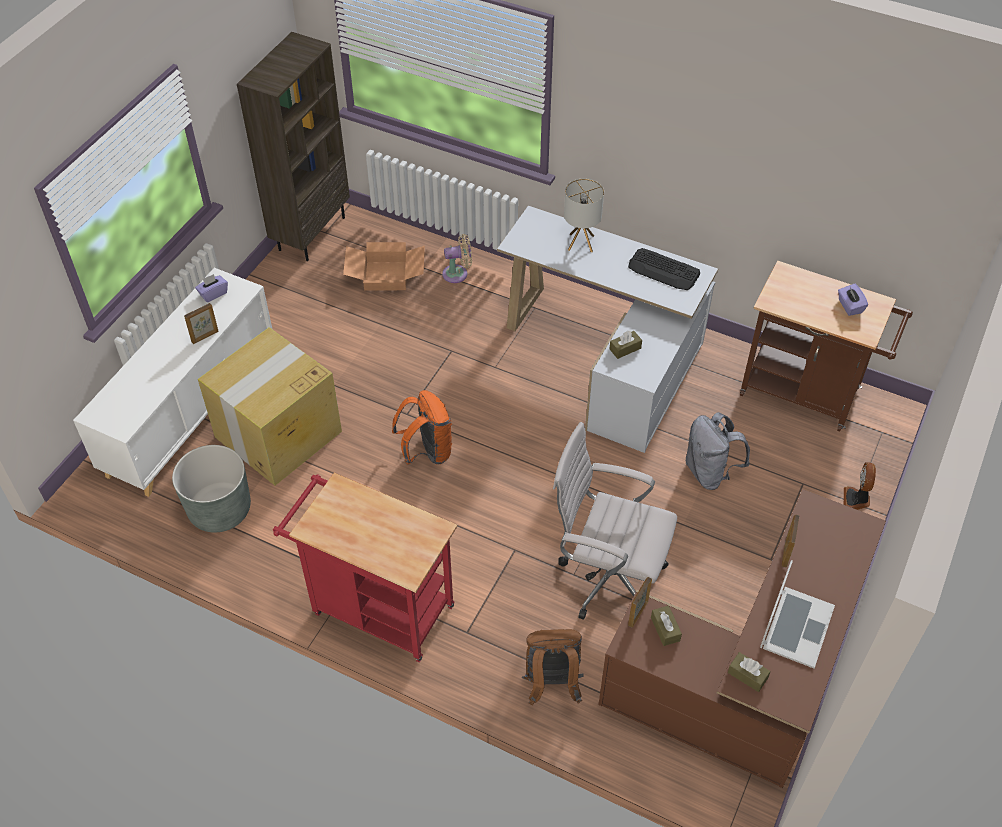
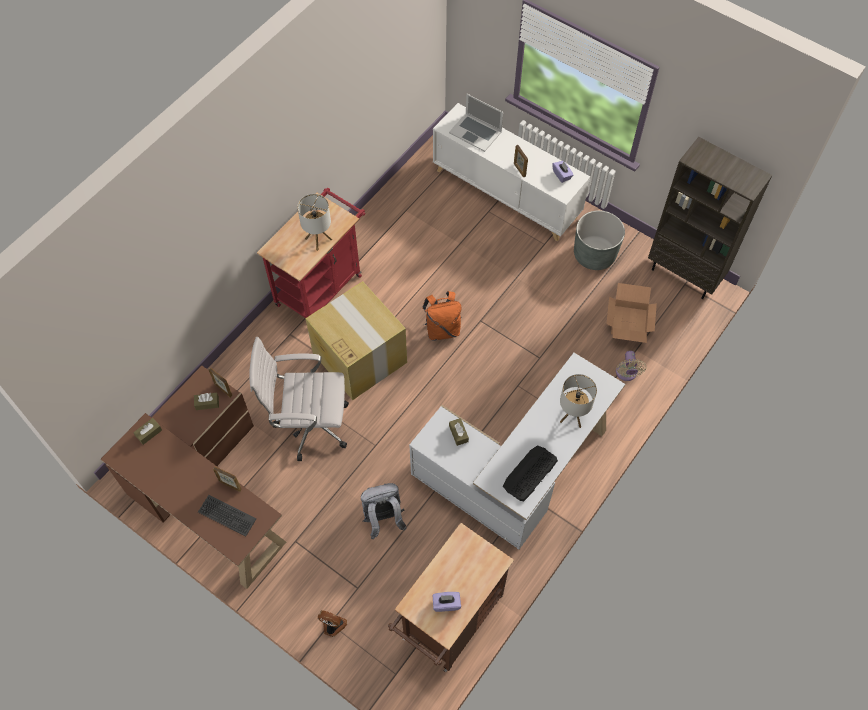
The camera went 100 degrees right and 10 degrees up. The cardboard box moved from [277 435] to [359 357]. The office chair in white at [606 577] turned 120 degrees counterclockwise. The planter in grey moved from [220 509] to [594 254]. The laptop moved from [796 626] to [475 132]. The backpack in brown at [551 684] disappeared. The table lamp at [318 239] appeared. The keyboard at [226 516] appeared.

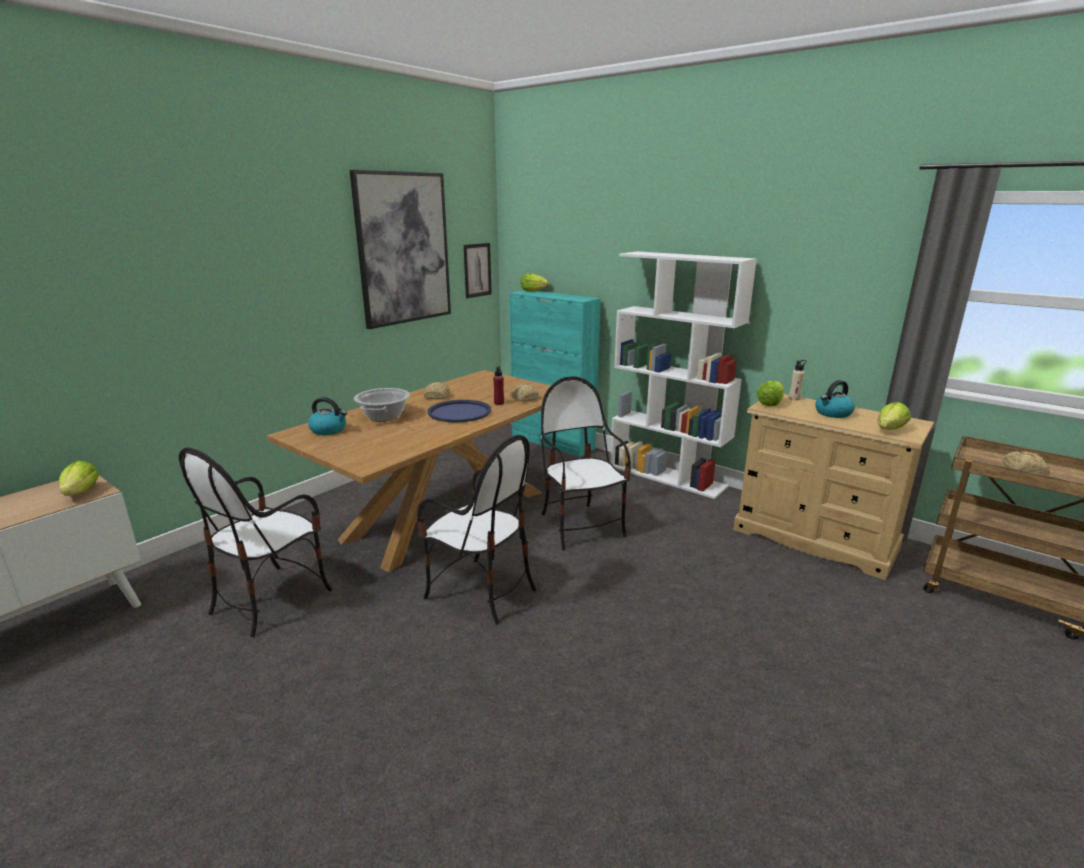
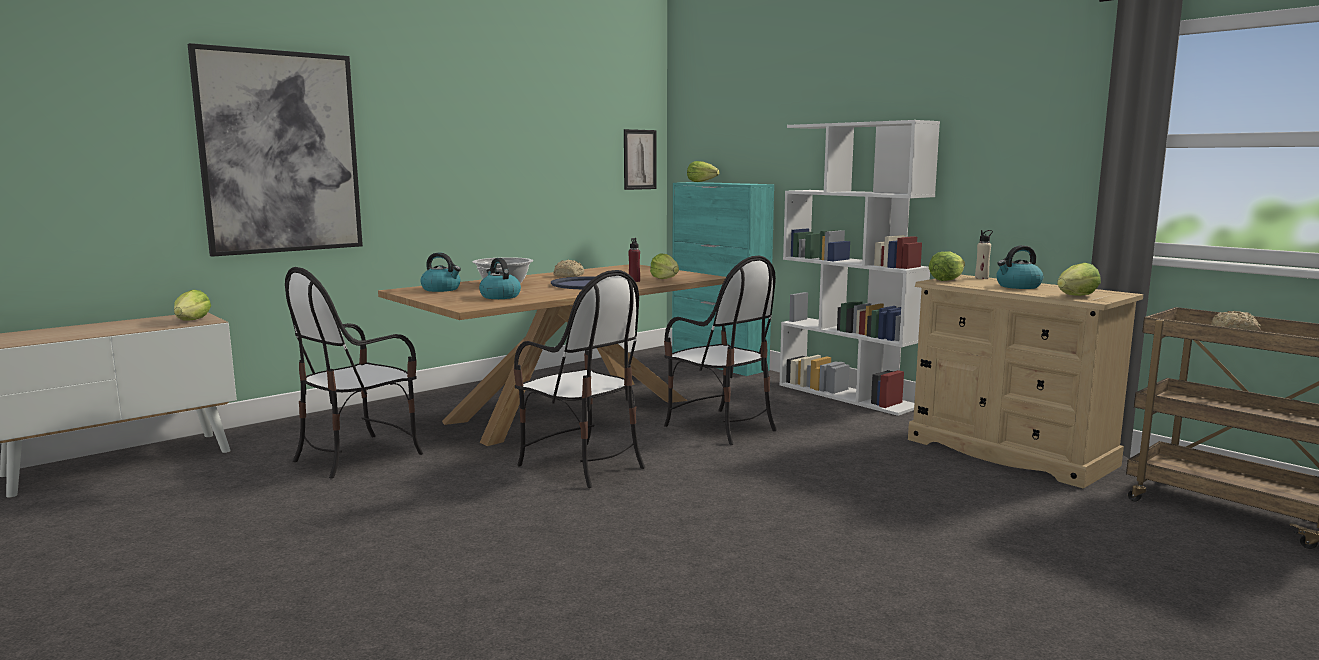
The camera went 10 degrees right and 10 degrees down. The picture moved from [403 249] to [280 152]. The chair at [581 526] turned 150 degrees clockwise. The bread at [524 398] was replaced by the lettuce at [665 279]. The kettle at [499 296] appeared.

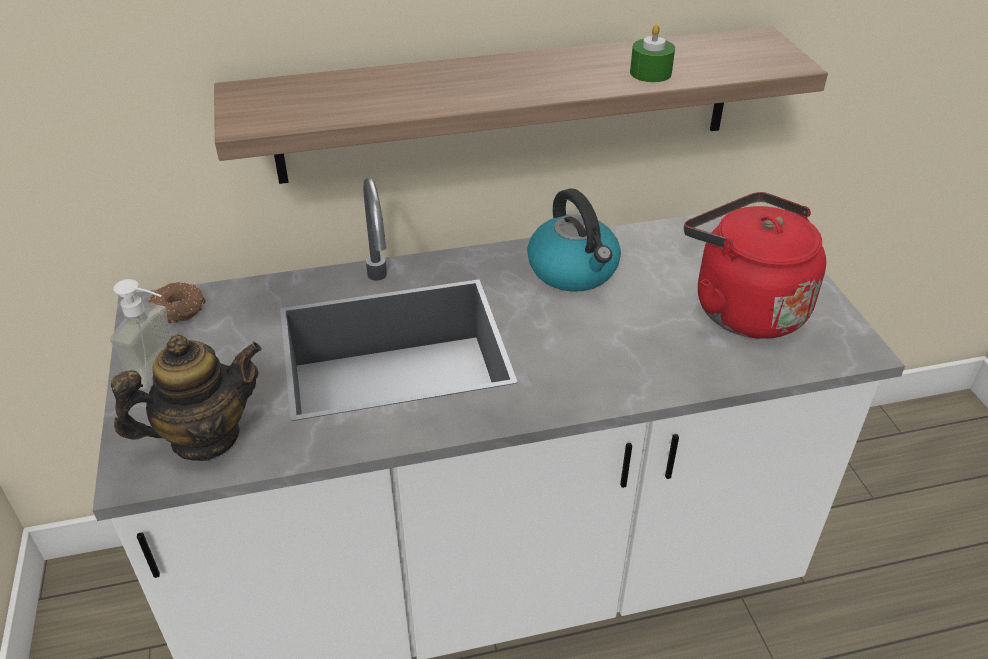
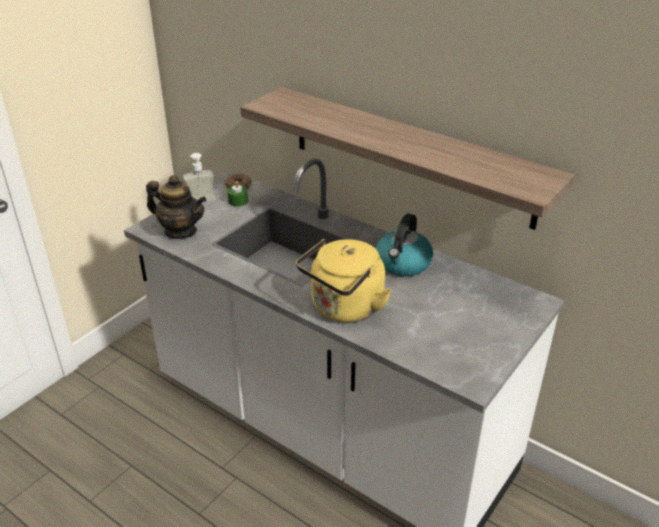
The camera went 50 degrees right and 5 degrees down. The candle in green moved from [650 73] to [238 201]. The kettle in red at [743 307] disappeared. The kettle in yellow at [344 308] appeared.

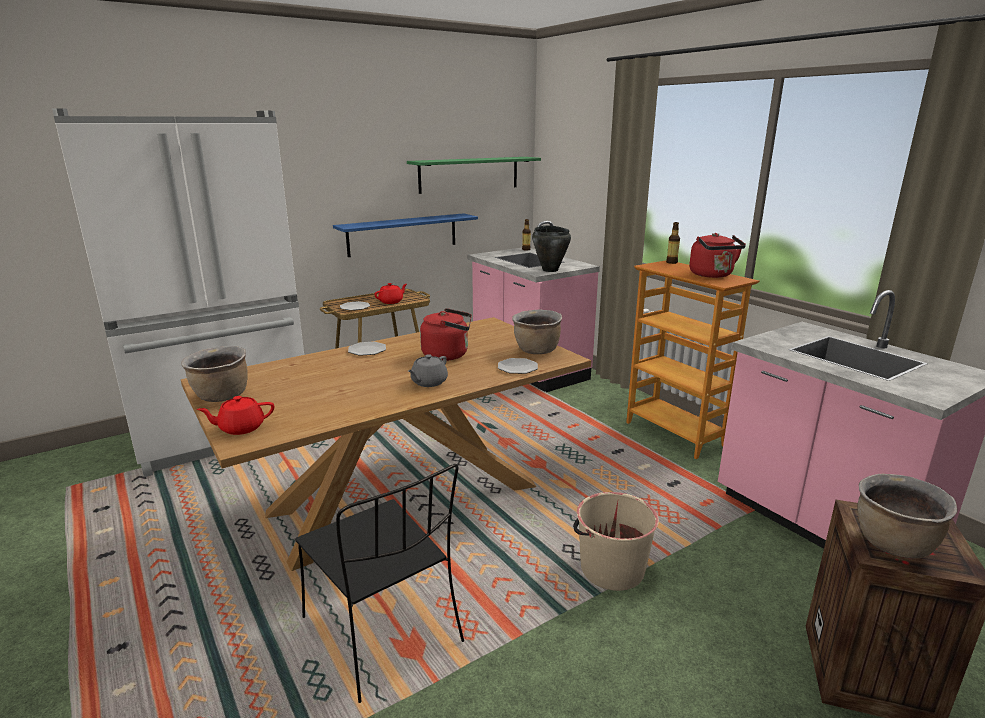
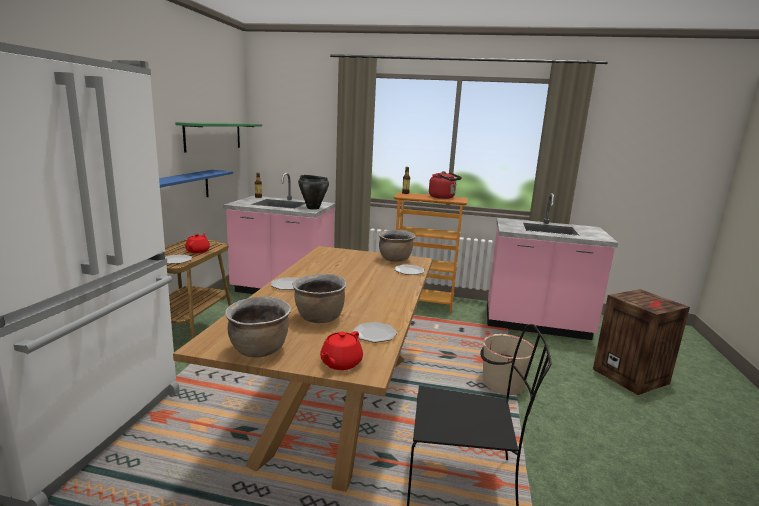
The camera went 45 degrees left and 5 degrees down. The kettle in red at [448 355] disappeared. The teapot in grey at [428 382] disappeared. The cooking pot in brown moved from [893 545] to [319 318]. The plate at [375 334] appeared.

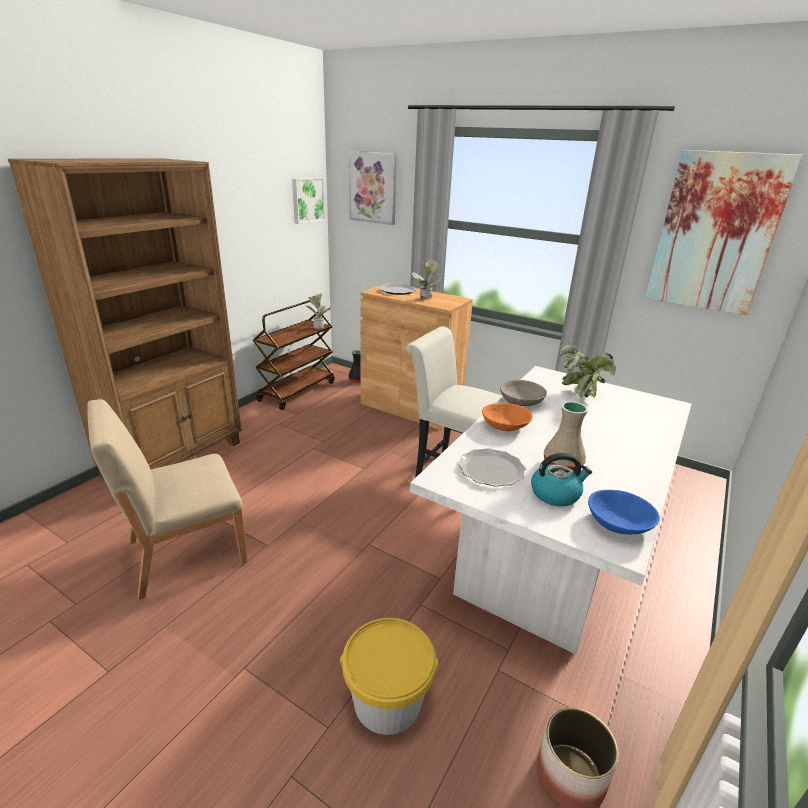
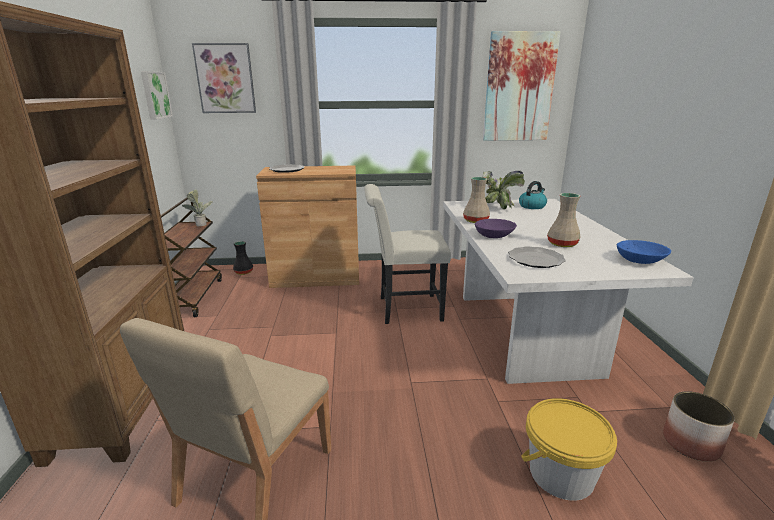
The camera went 35 degrees left and 5 degrees down. The potted plant at [425 299] disappeared. The bowl in grey at [521 401] was replaced by the vase in beige at [475 220]. The bowl in orange at [505 426] became the bowl in purple at [494 235]. The kettle moved from [556 494] to [532 206].

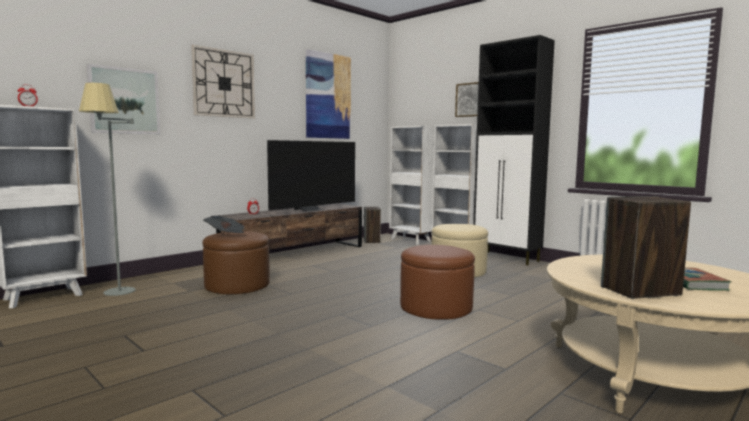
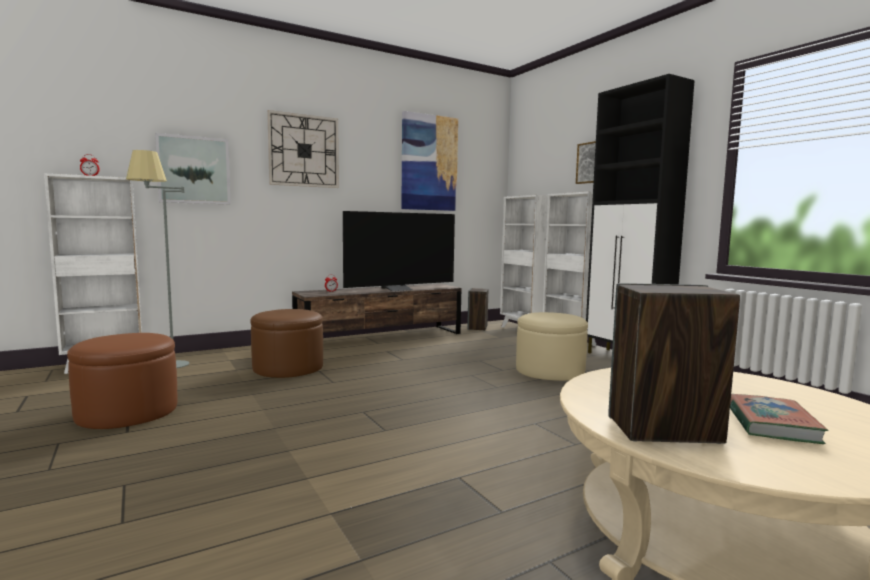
The camera went 15 degrees right and 0 degrees up. The newspaper at [226 236] disappeared. The ottoman in brown moved from [436 307] to [127 411].

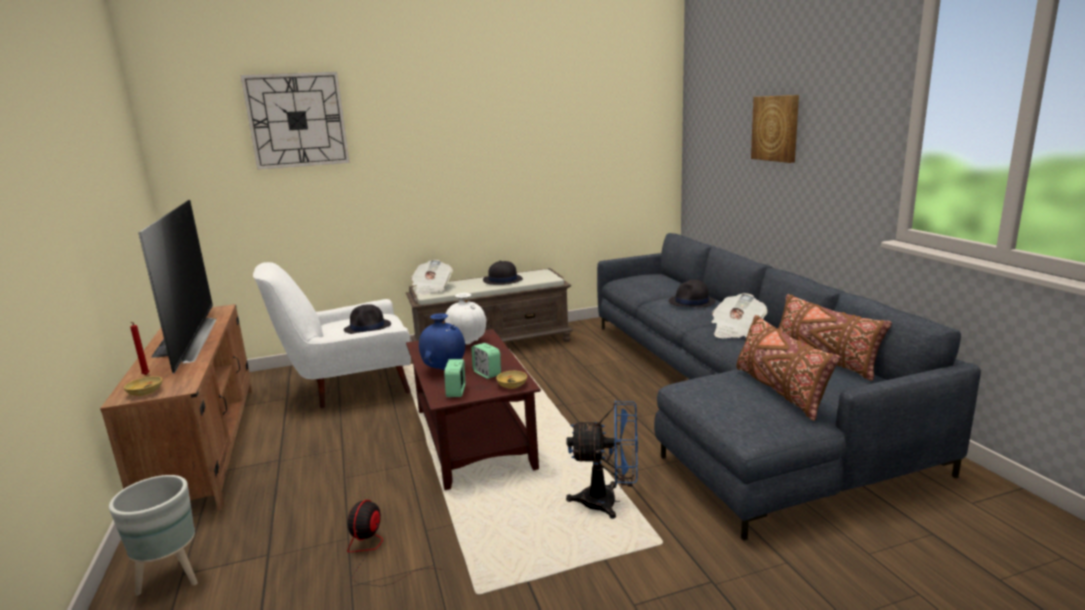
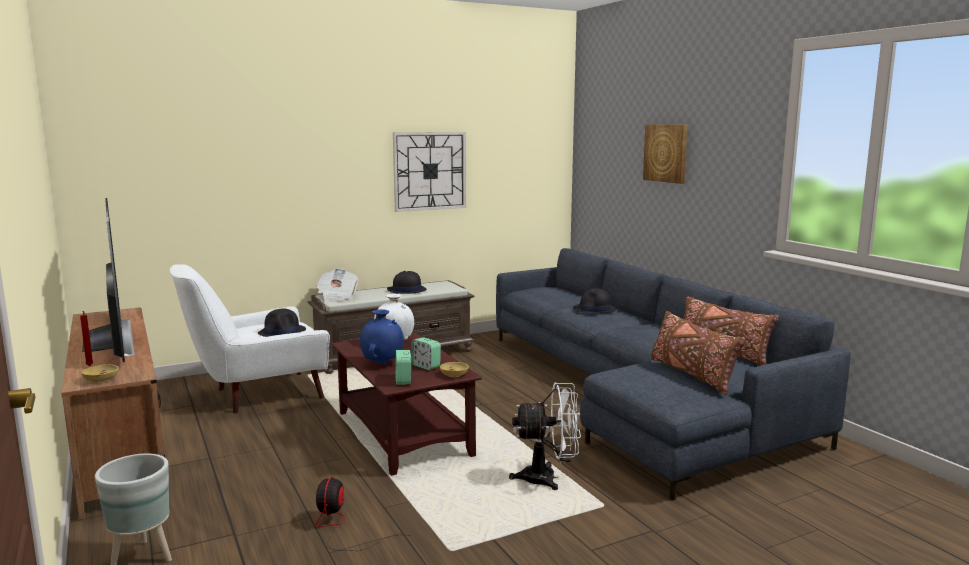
The camera went 10 degrees left and 5 degrees down. The wall clock moved from [297 120] to [429 171]. The newspaper at [736 331] disappeared. The fan in blue at [609 502] became the fan in white at [548 478].

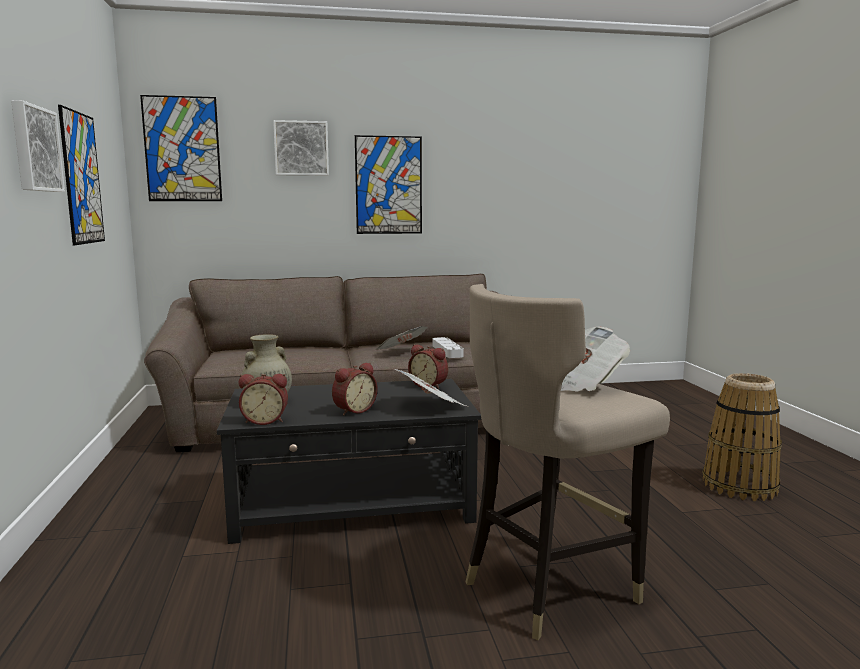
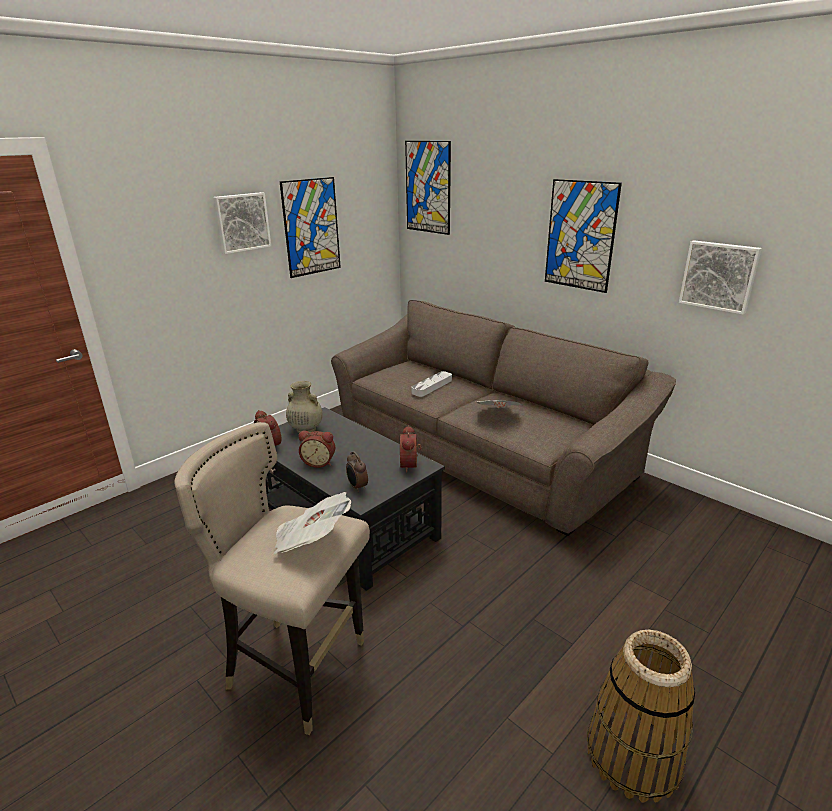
The camera went 55 degrees right and 15 degrees up. The picture moved from [301 148] to [719 276]. The tray in grey moved from [447 351] to [432 386]. The newspaper at [431 407] was replaced by the alarm clock at [357 487].

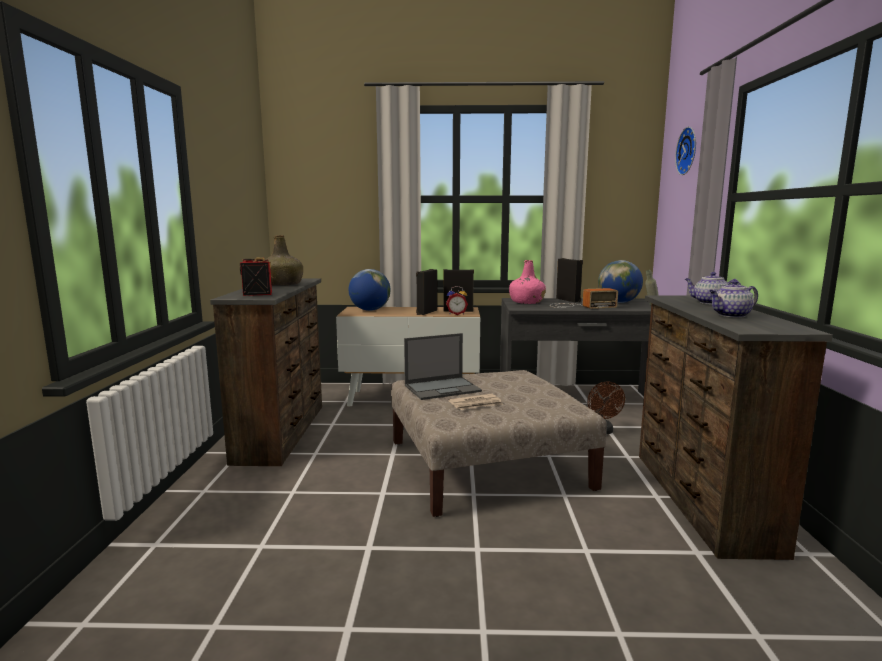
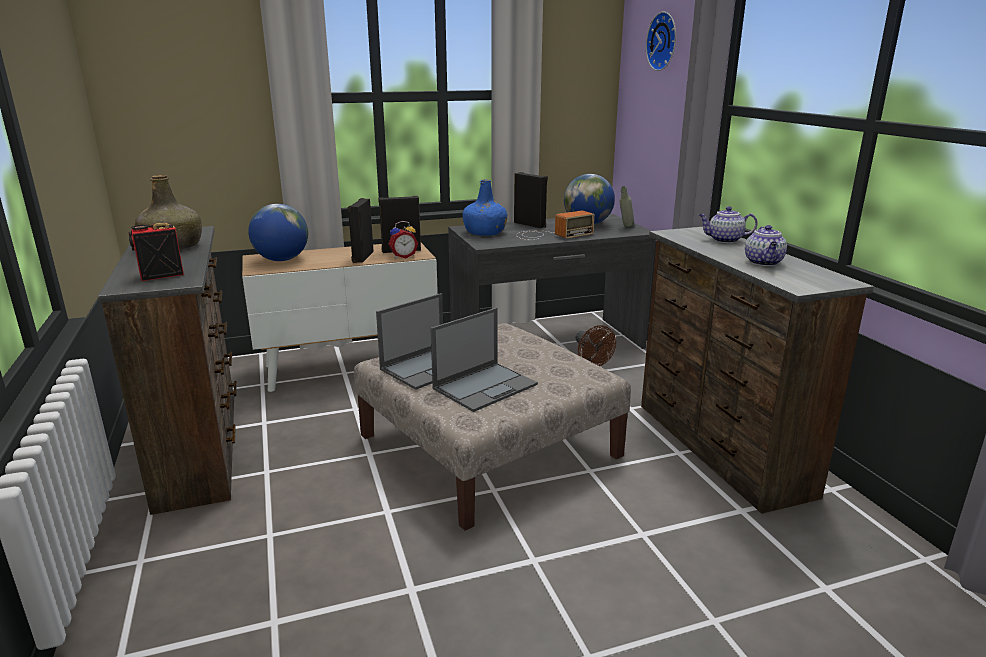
The camera went 20 degrees left and 10 degrees up. The bottle in pink at [526 302] became the bottle in blue at [485 232]. The teapot at [731 315] turned 45 degrees counterclockwise. The newspaper at [476 404] was replaced by the laptop at [485 386].

